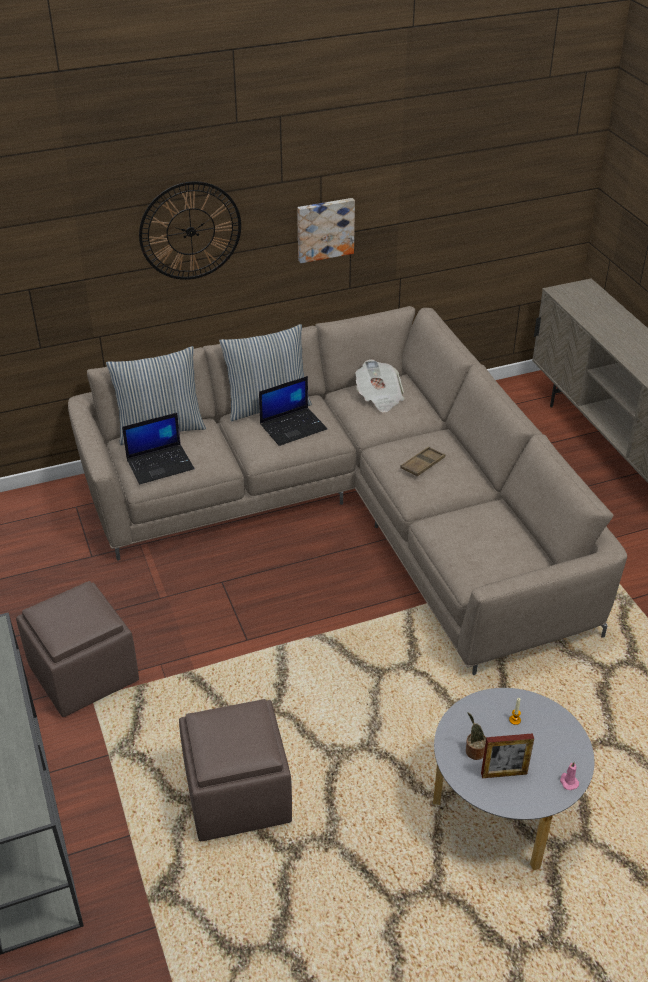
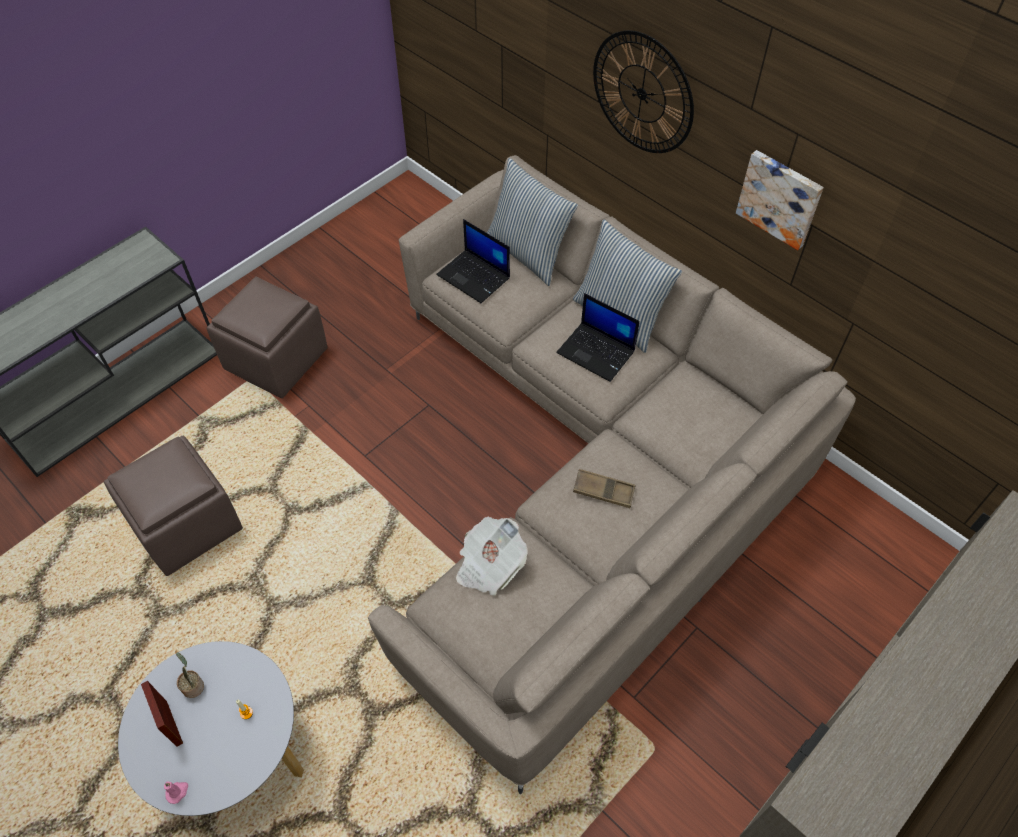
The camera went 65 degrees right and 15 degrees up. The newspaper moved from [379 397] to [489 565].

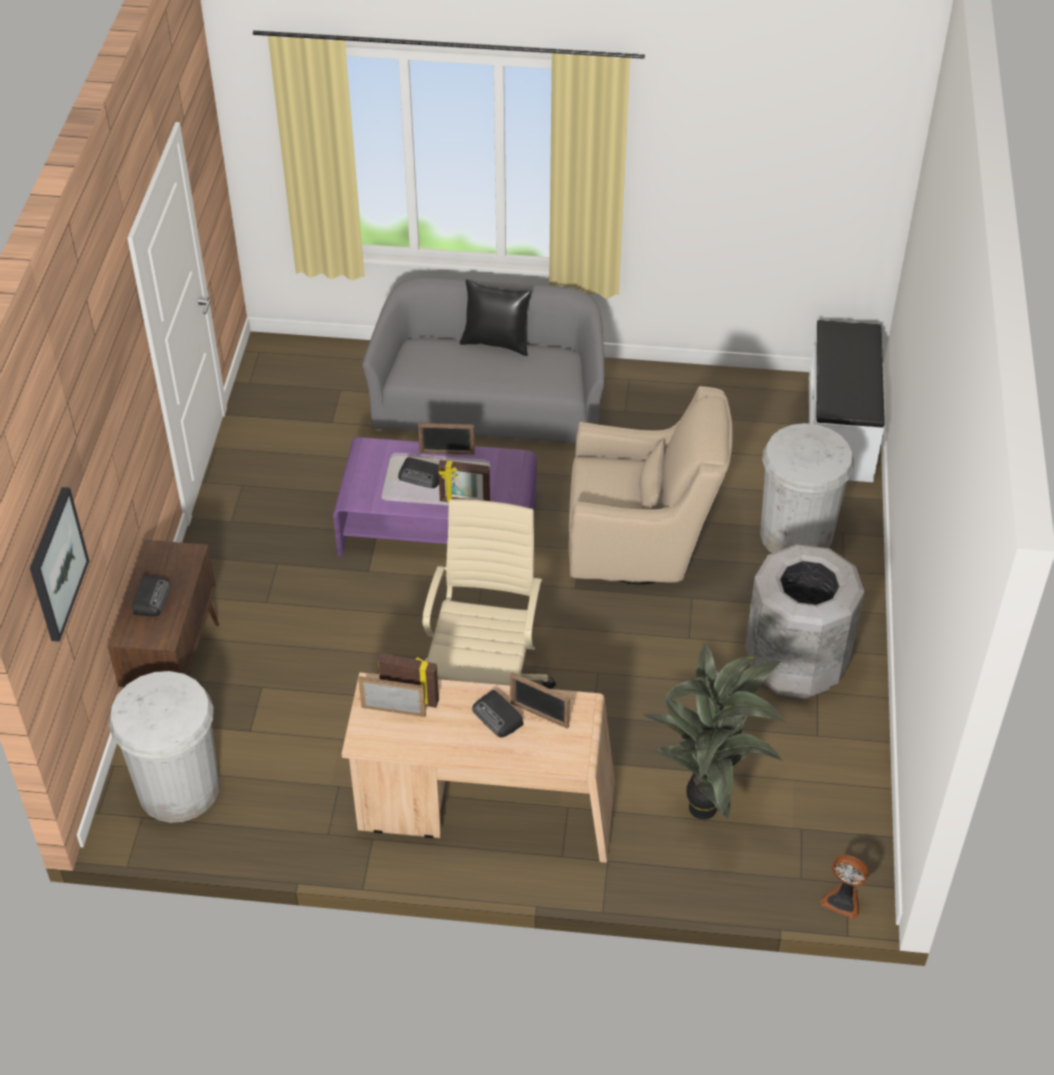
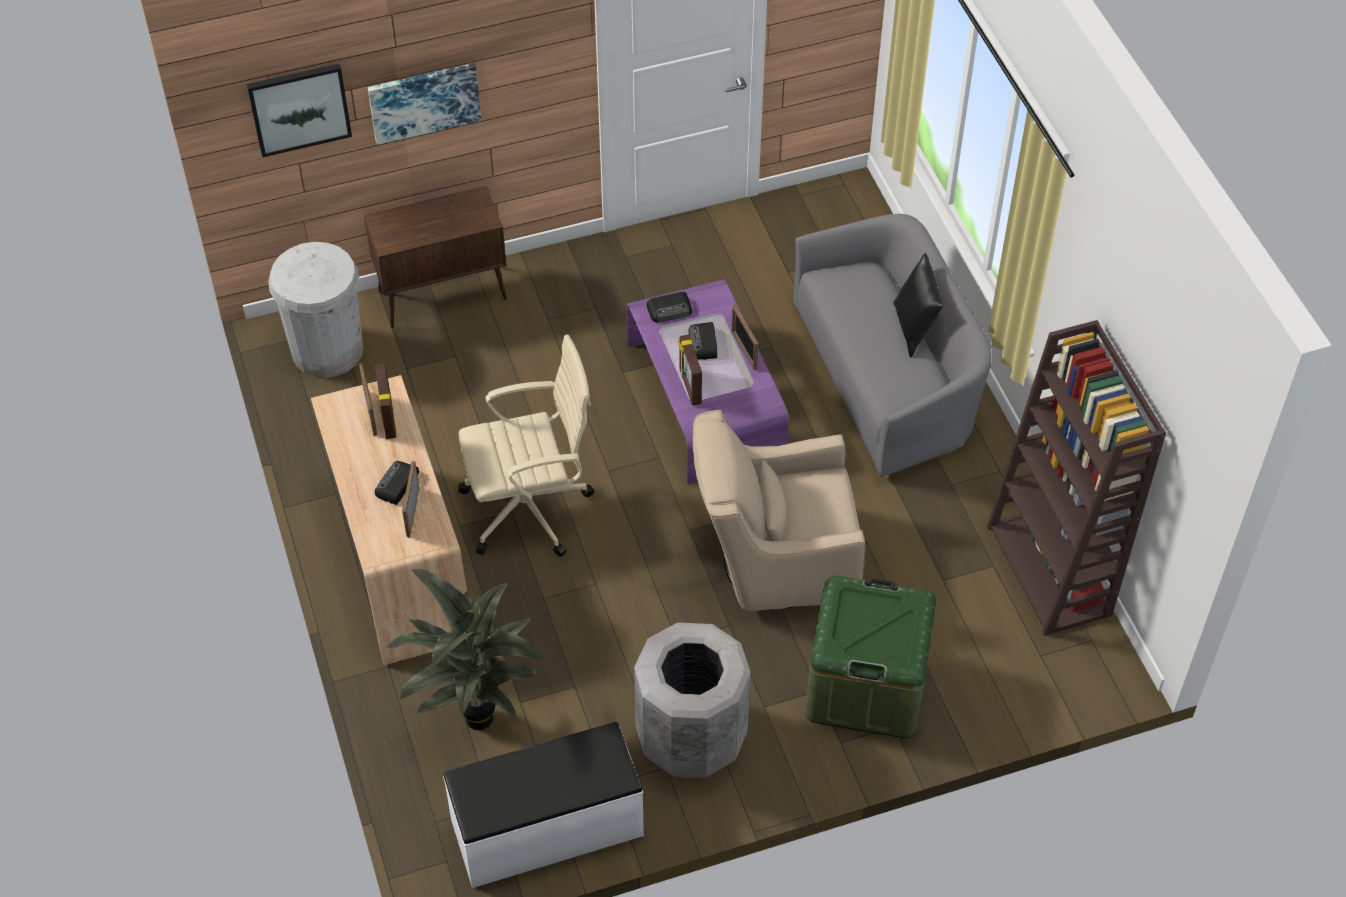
The camera went 65 degrees right and 5 degrees up. The bench in white moved from [841 429] to [547 829]. The armchair in beige at [642 546] turned 105 degrees clockwise. The trash can in white at [796 535] was replaced by the storage box in green at [866 685]. The radio moved from [151 598] to [670 310]. The fan at [843 900] disappeared. The picture at [424 101] appeared. The bookcase in brown at [1050 571] appeared.

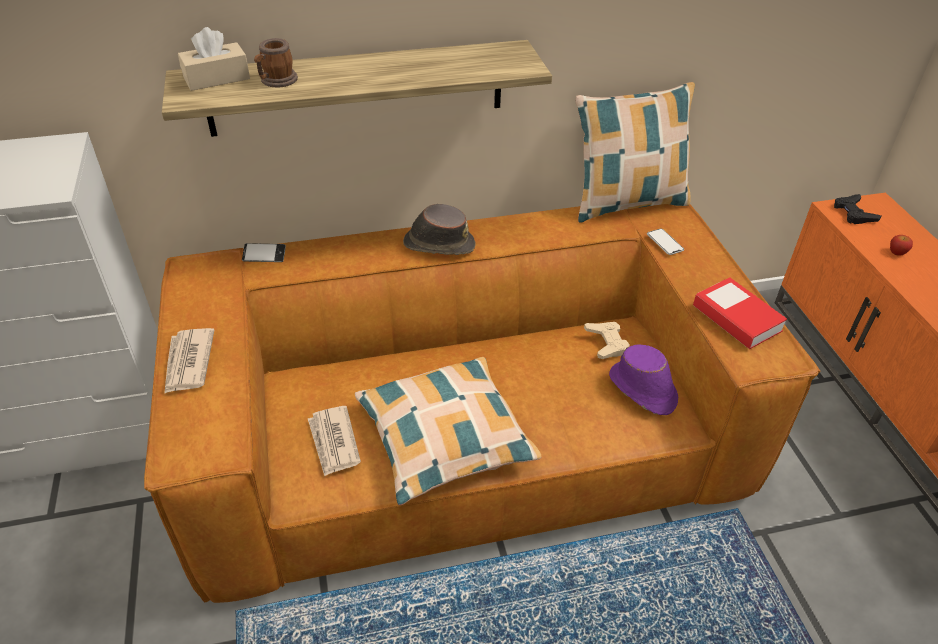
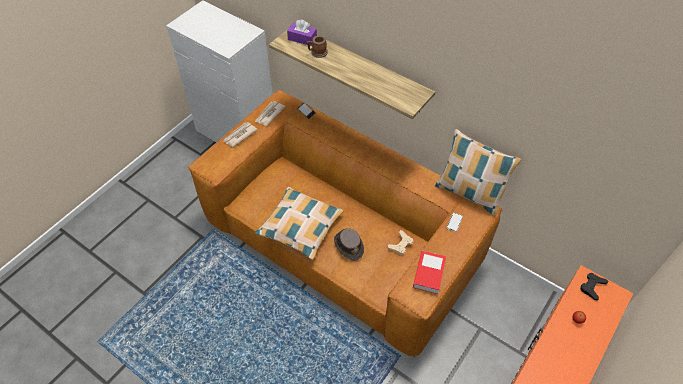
The camera went 50 degrees right and 10 degrees up. The tissue box in beige at [217 78] became the tissue box in purple at [302 38]. The hat in brown moved from [438 244] to [348 245]. The hat in purple at [642 390] disappeared. The newspaper moved from [333 442] to [269 114].

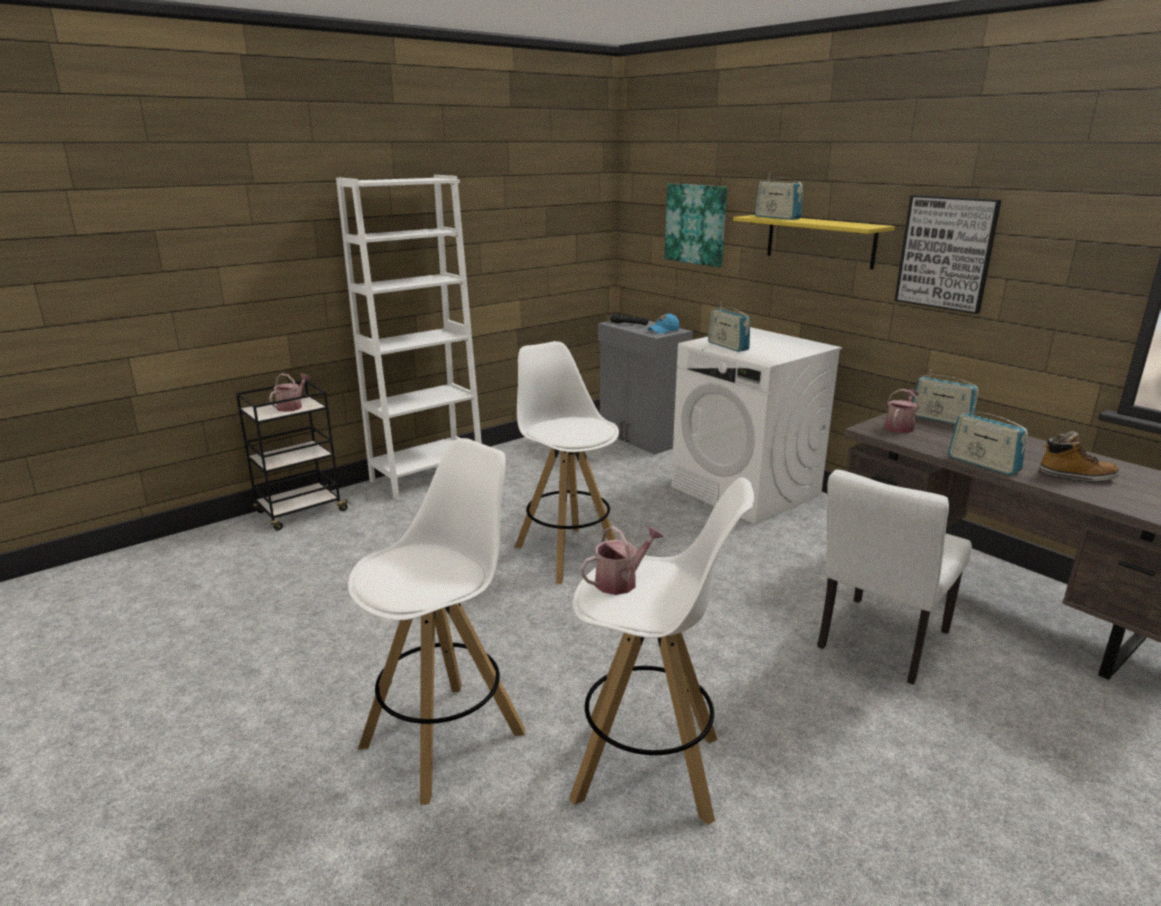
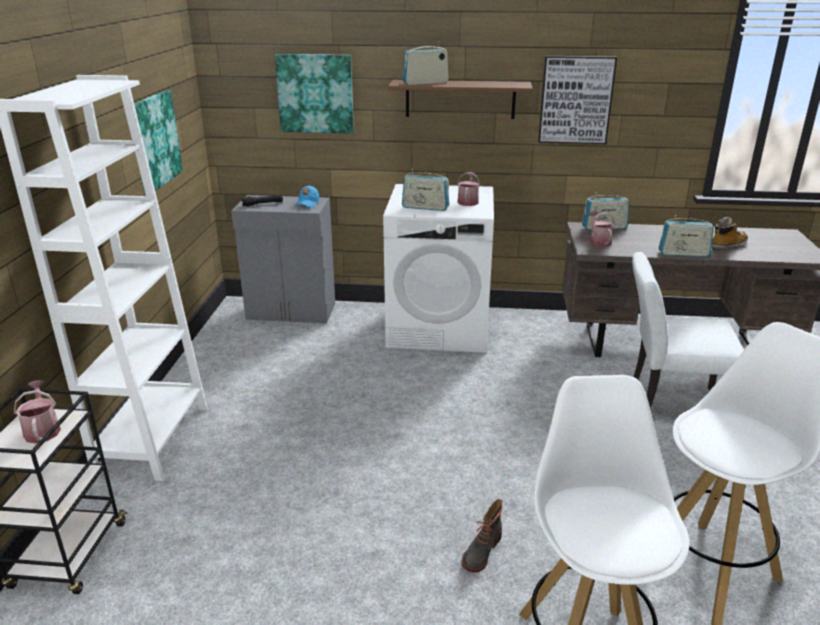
The camera went 45 degrees left and 5 degrees up. The radio at [777 217] turned 150 degrees clockwise. The shelf in yellow at [820 241] became the shelf in brown at [460 99]. The stool in white at [567 553] disappeared. The chair in white at [878 644] turned 105 degrees clockwise. The watering can moved from [621 581] to [468 201]. The picture at [154 141] appeared. The boot at [481 551] appeared.

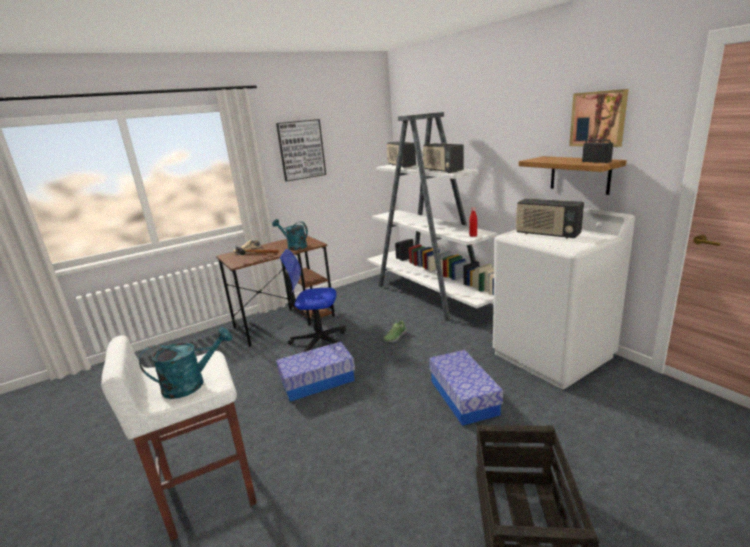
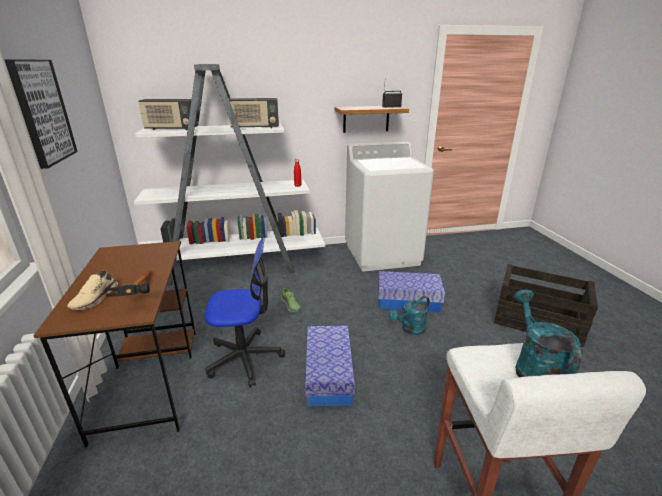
The camera went 70 degrees left and 5 degrees up. The picture at [598 119] disappeared. The radio at [547 234] disappeared. The watering can in turquoise moved from [294 246] to [410 329]. The office chair at [318 342] turned 120 degrees counterclockwise.

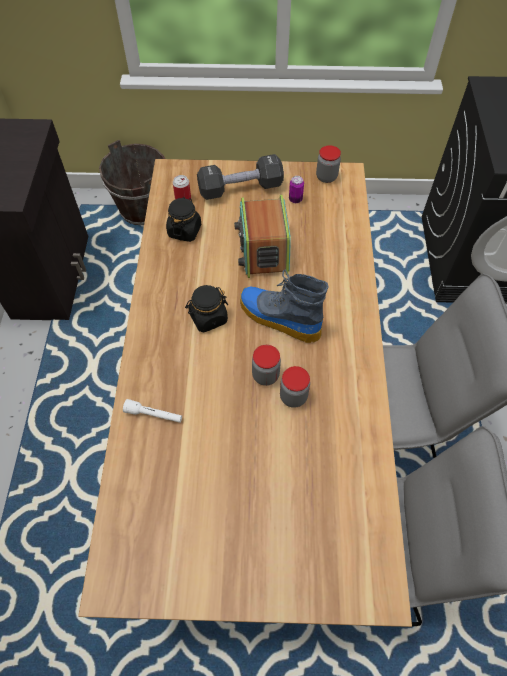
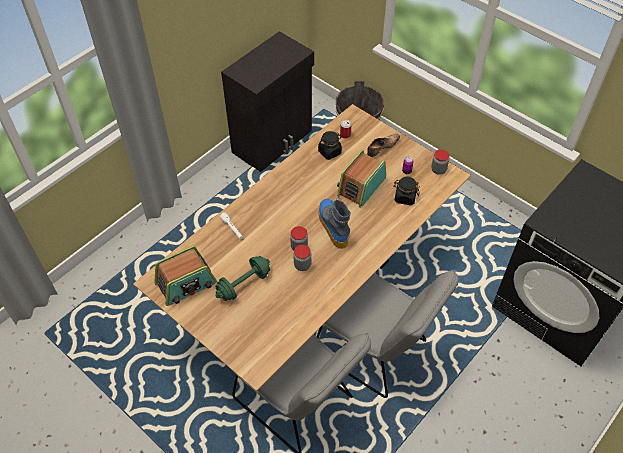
The camera went 40 degrees right and 5 degrees down. The dumbbell in black at [240 188] was replaced by the shoe at [382 147]. The jar in black moved from [208 318] to [405 197]. The radio at [186 284] appeared. The dumbbell in green at [243 284] appeared.

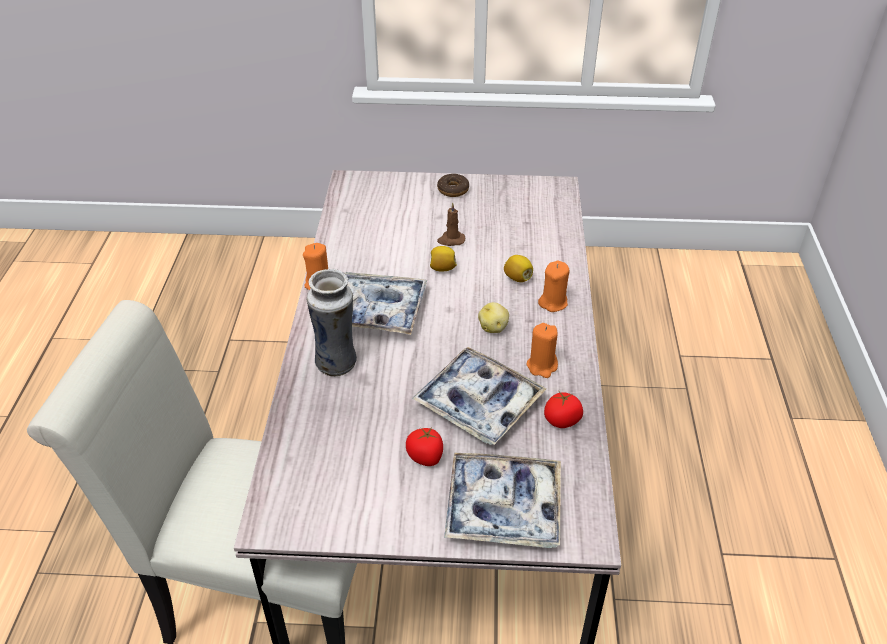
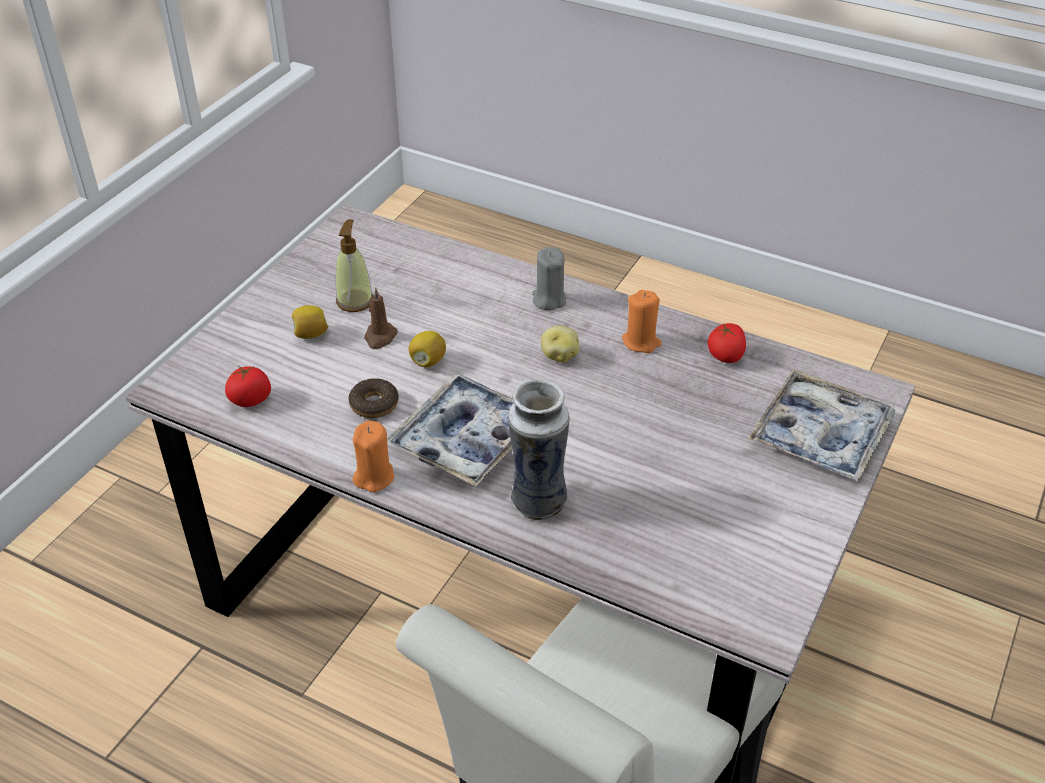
The camera went 65 degrees left and 0 degrees up. The donut moved from [453 190] to [374 404]. The lemon moved from [517 278] to [310 334]. The candle in orange at [553 302] became the candle in grey at [549 299]. The tray at [478 403] disappeared. The tomato moved from [425 457] to [250 399]. The soap dispenser at [355 301] appeared.

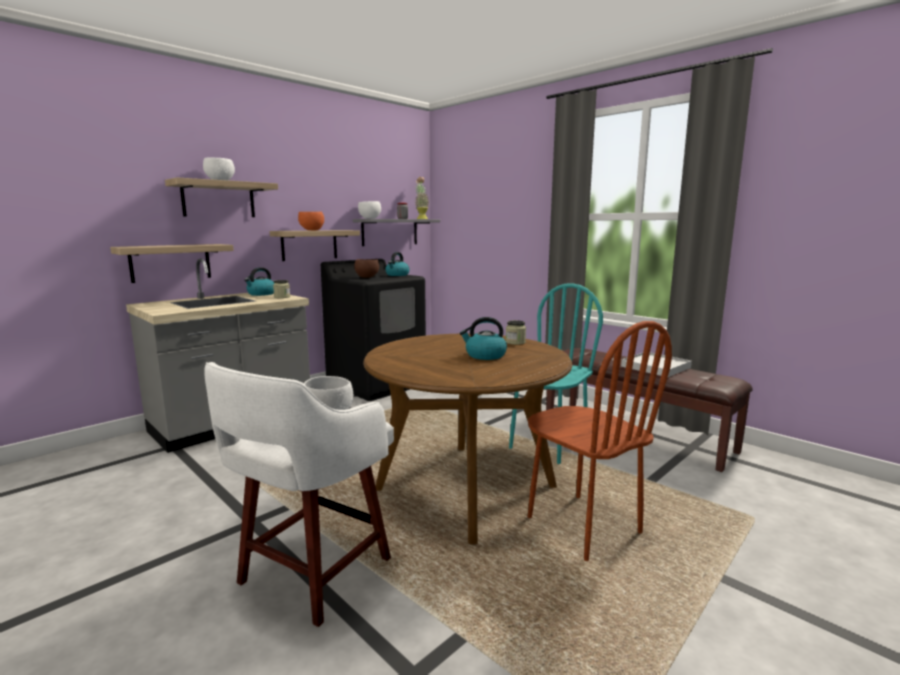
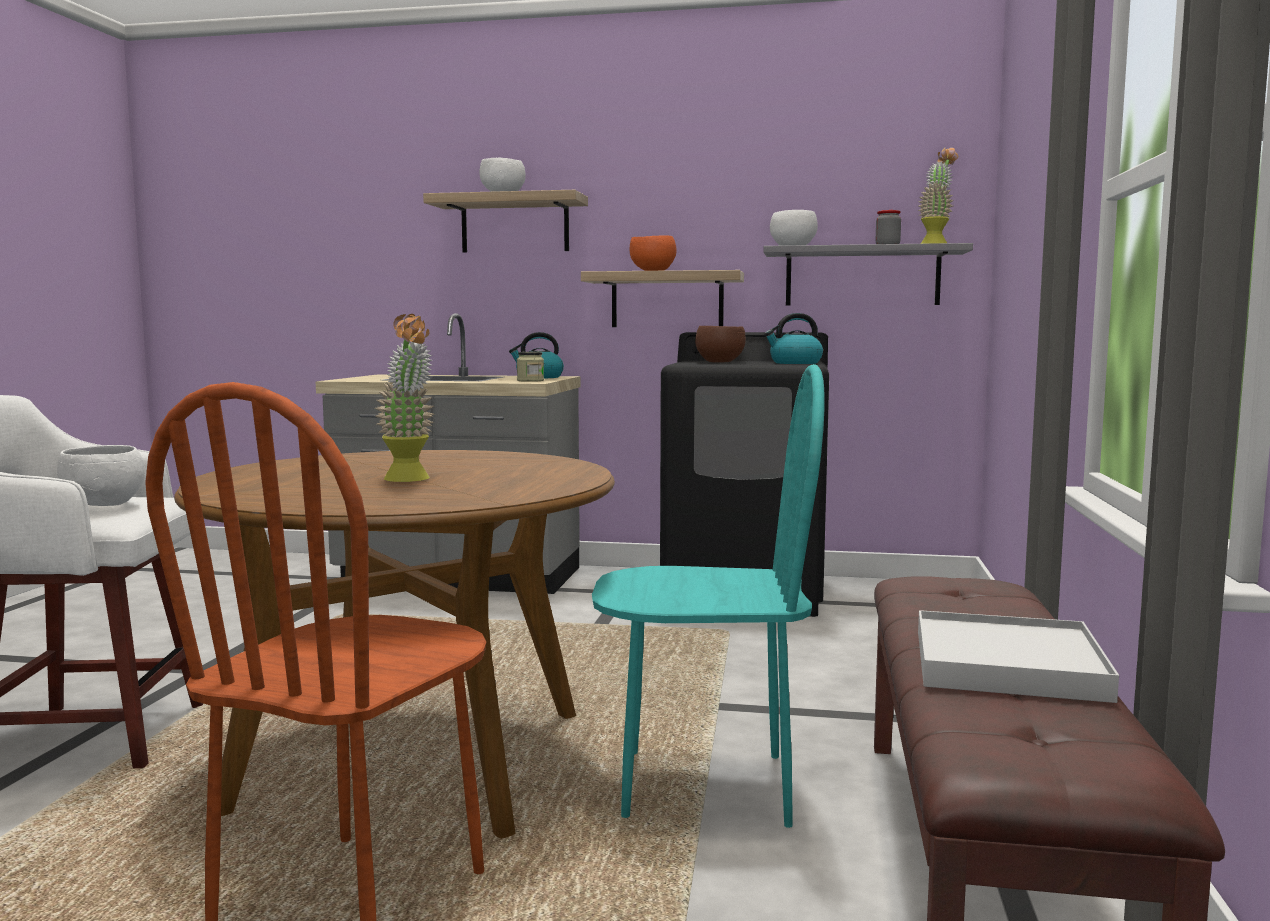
The camera went 55 degrees right and 5 degrees down. The shelf at [170 262] disappeared. The kettle at [485 355] was replaced by the potted plant at [410 480]. The jar at [515 342] disappeared.

